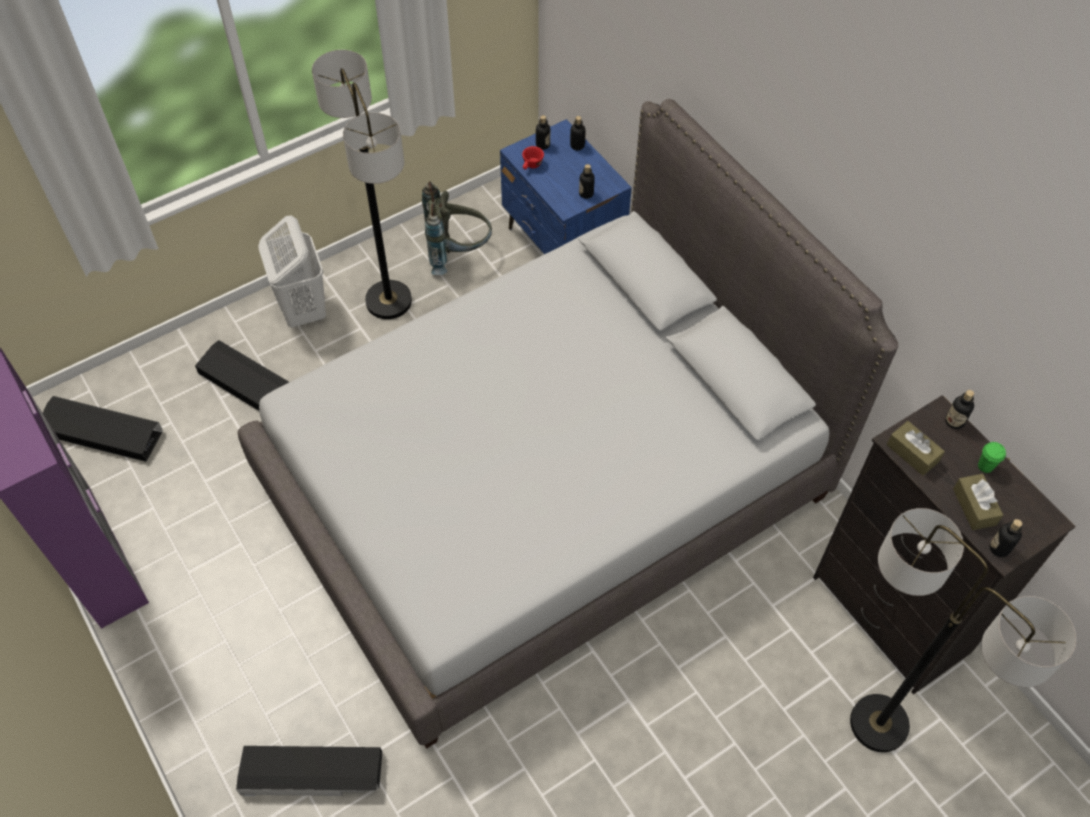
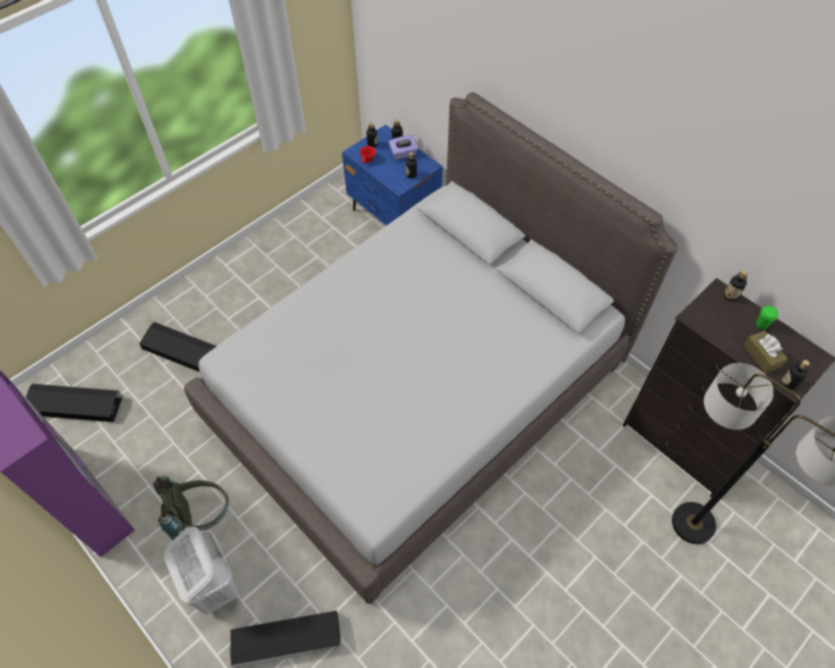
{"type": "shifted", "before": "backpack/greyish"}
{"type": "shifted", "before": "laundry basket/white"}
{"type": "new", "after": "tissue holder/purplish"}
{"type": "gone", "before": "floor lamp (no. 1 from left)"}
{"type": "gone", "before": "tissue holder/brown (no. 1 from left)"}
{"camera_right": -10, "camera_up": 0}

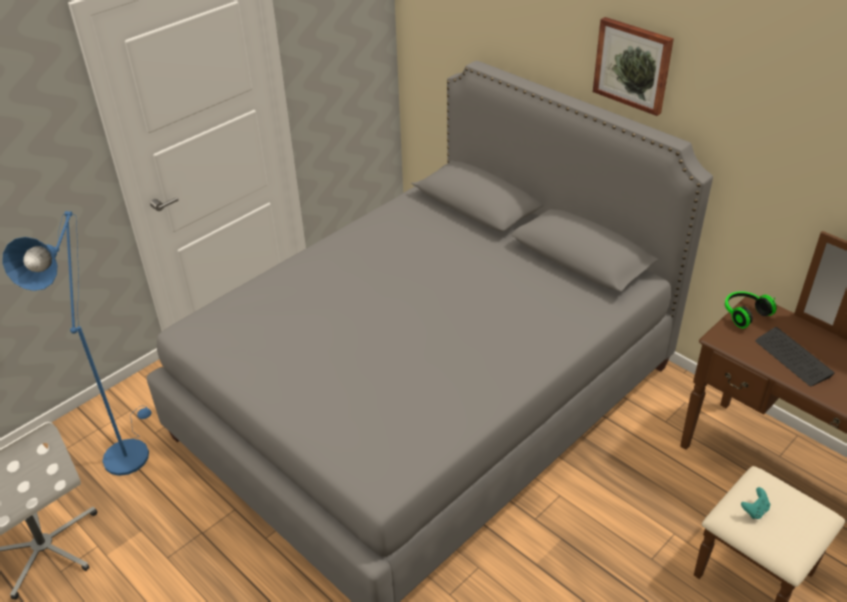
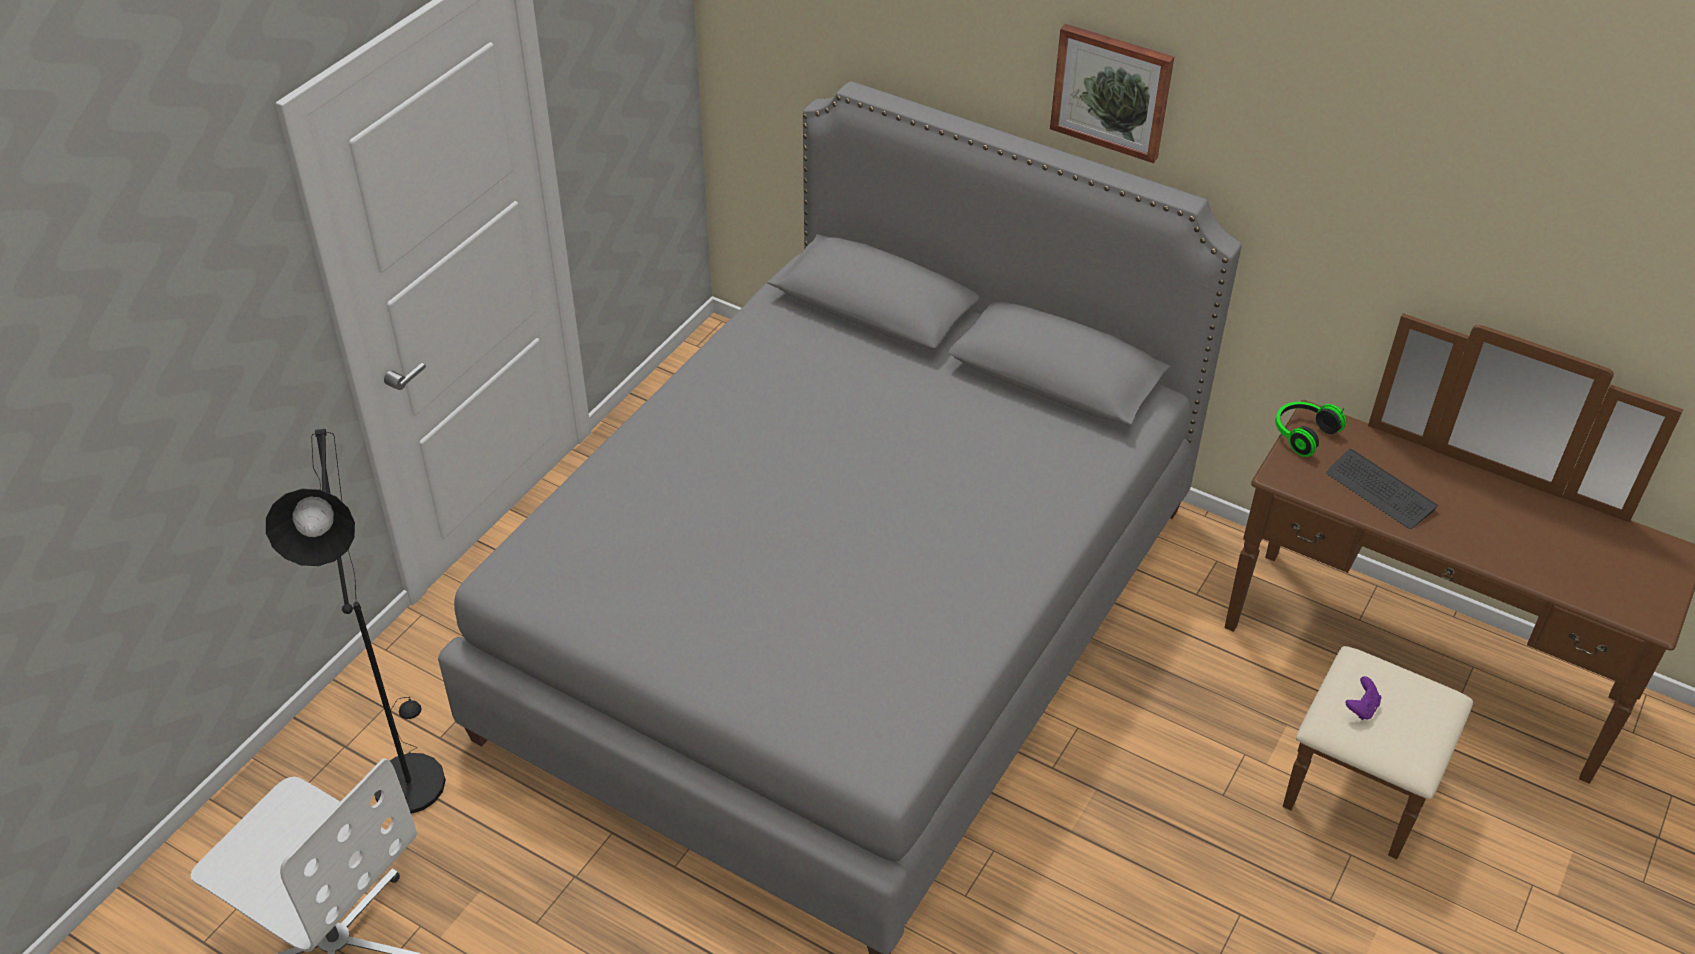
{"type": "repainted", "before": "floor lamp/bluish", "after": "floor lamp/blackish"}
{"type": "repainted", "before": "game controller/turquoise", "after": "game controller/purplish"}
{"camera_right": -15, "camera_up": 5}

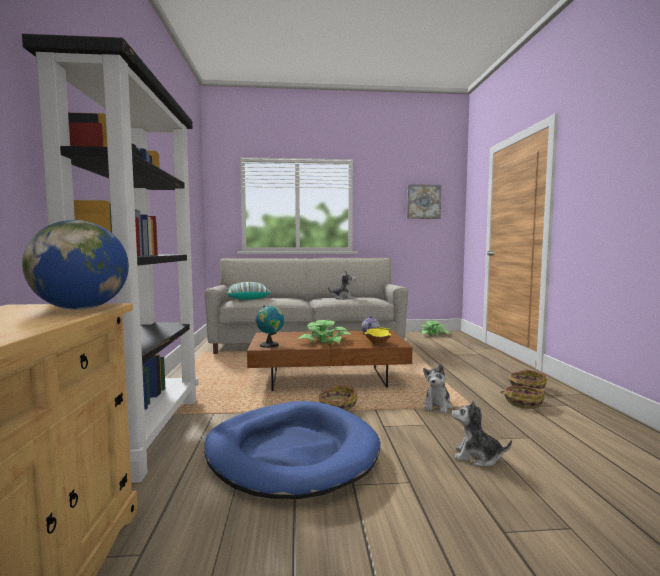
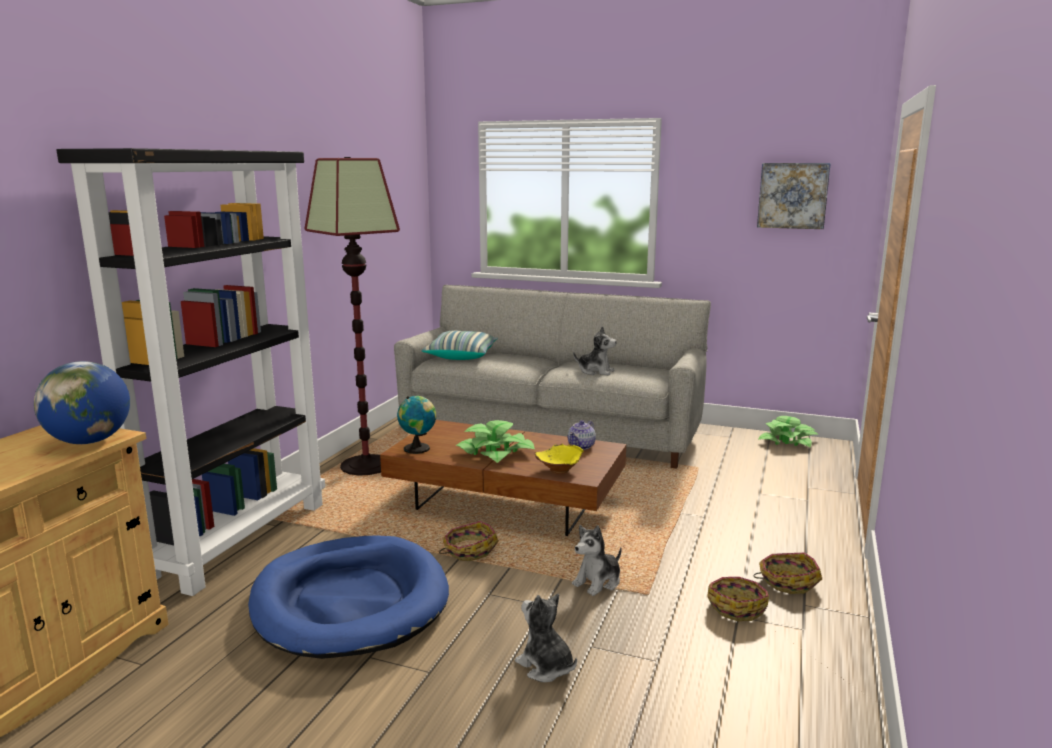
{"type": "new", "after": "floor lamp"}
{"camera_right": 25, "camera_up": 10}

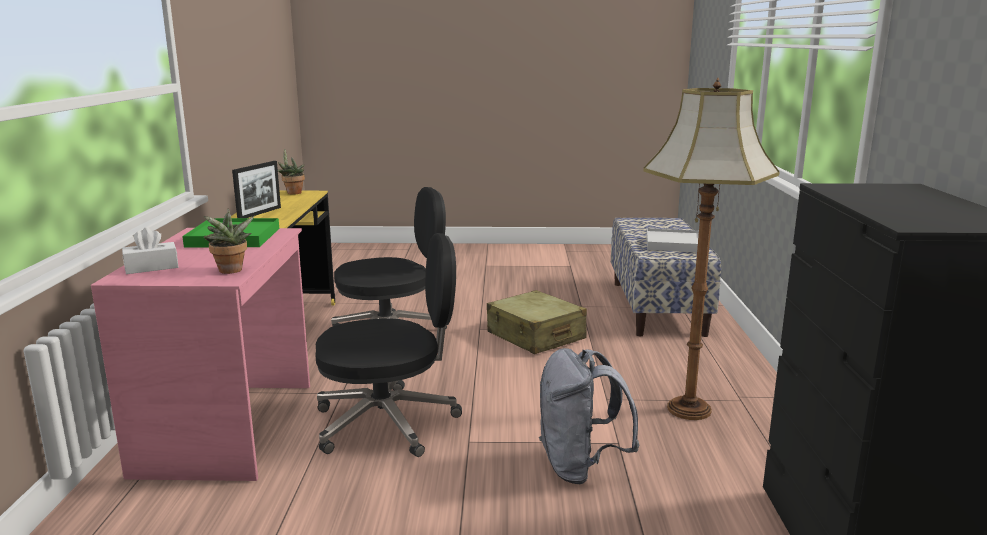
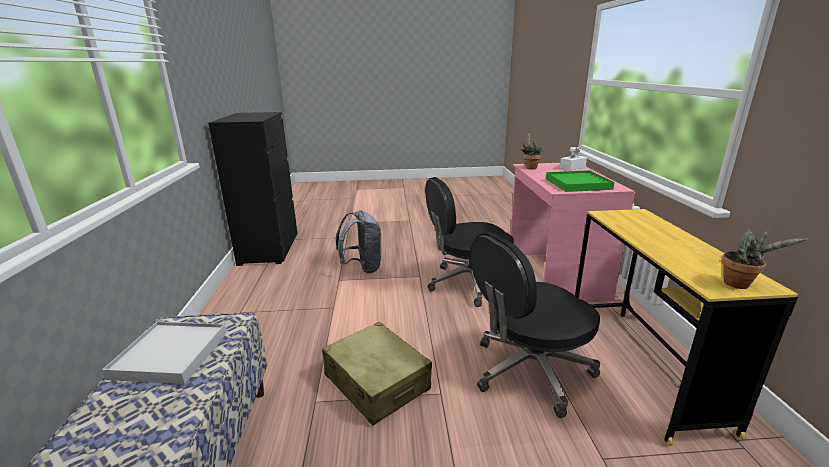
{"type": "gone", "before": "photo frame"}
{"type": "gone", "before": "floor lamp"}
{"camera_right": 175, "camera_up": 5}

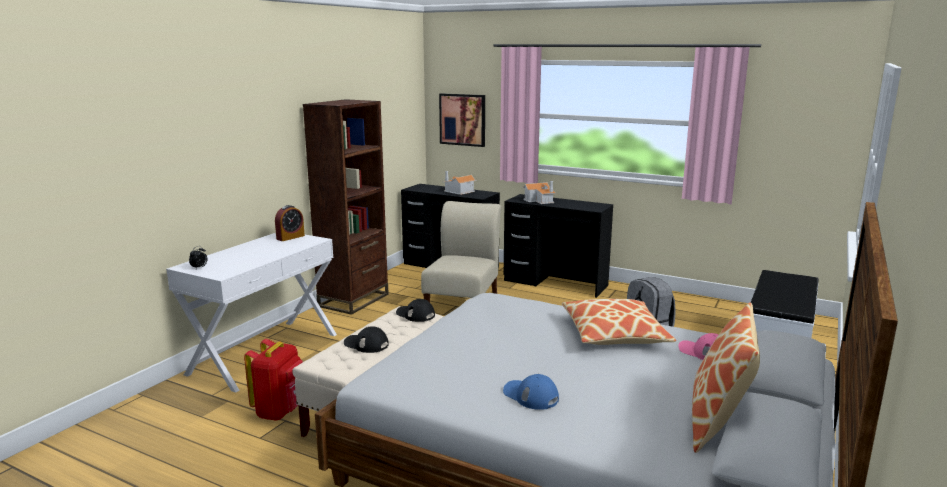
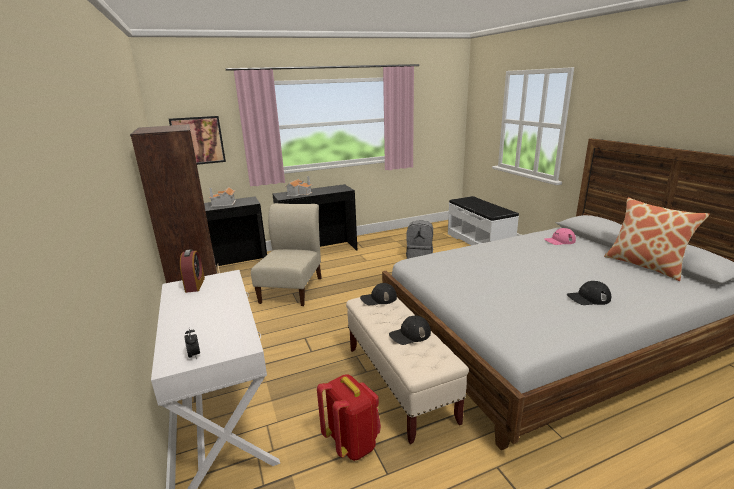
{"type": "rotated", "before": "chair/sand-coloured", "turn": 45}
{"type": "repainted", "before": "peaked cap/bluish", "after": "peaked cap/blackish (no. 3 from left)"}
{"type": "gone", "before": "pillow (no. 1 from left)"}
{"camera_right": -50, "camera_up": 5}

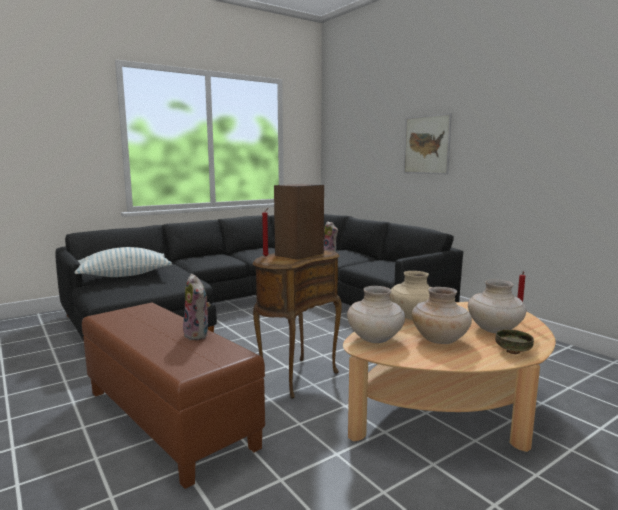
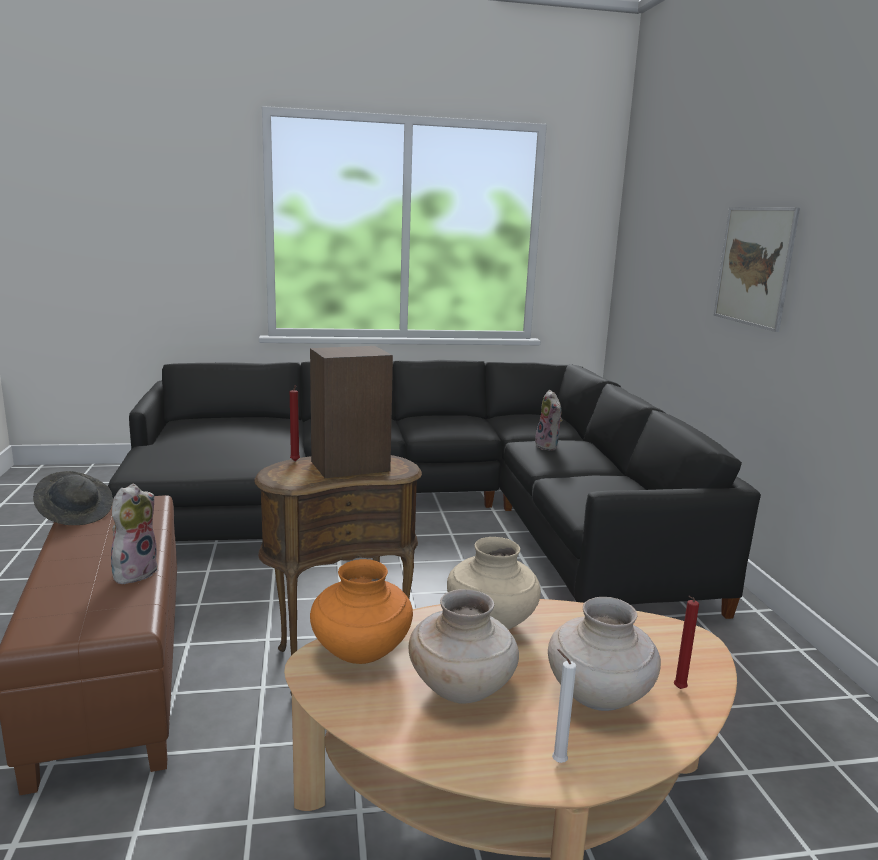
{"type": "new", "after": "hat/greyish"}
{"type": "rotated", "before": "soft toy (no. 1 from left)", "turn": -150}
{"type": "repainted", "before": "decorative vase/sand-coloured (no. 1 from left)", "after": "decorative vase/orange-coloured"}
{"type": "swapped", "before": "serving bowl", "after": "wax light/white"}
{"type": "gone", "before": "pillow"}
{"camera_right": 25, "camera_up": 5}

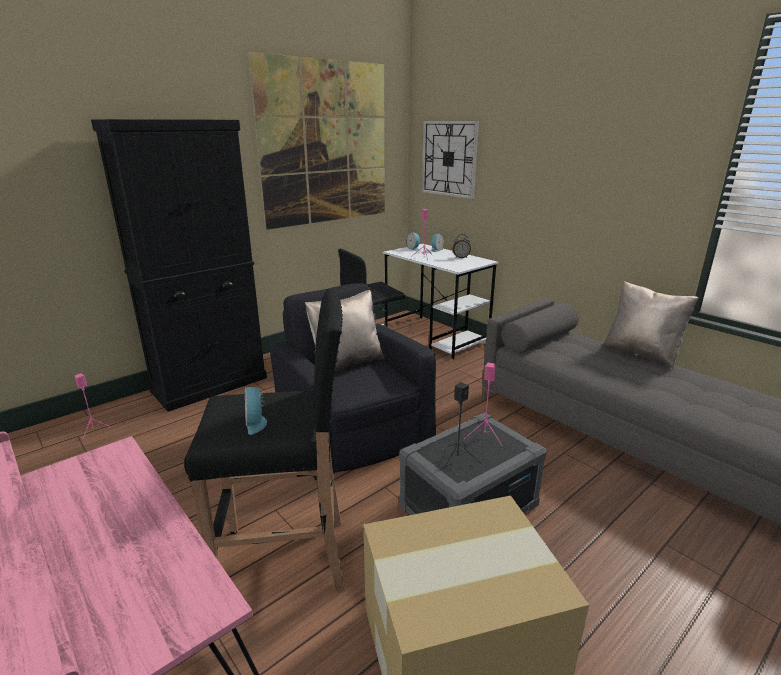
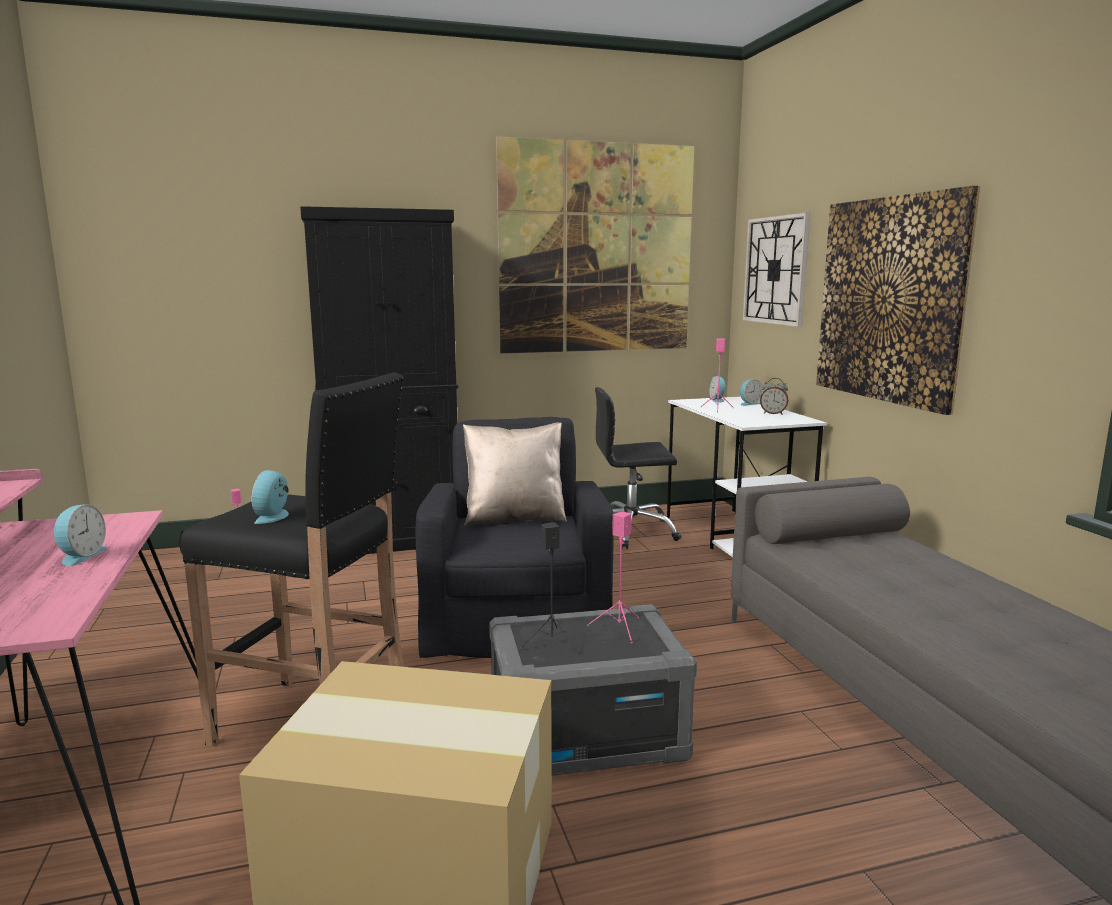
{"type": "new", "after": "bedside clock (no. 1 from left)"}
{"type": "new", "after": "picture (no. 2 from left)"}
{"type": "gone", "before": "pillow/sand-coloured (no. 2 from left)"}
{"camera_right": 25, "camera_up": -10}

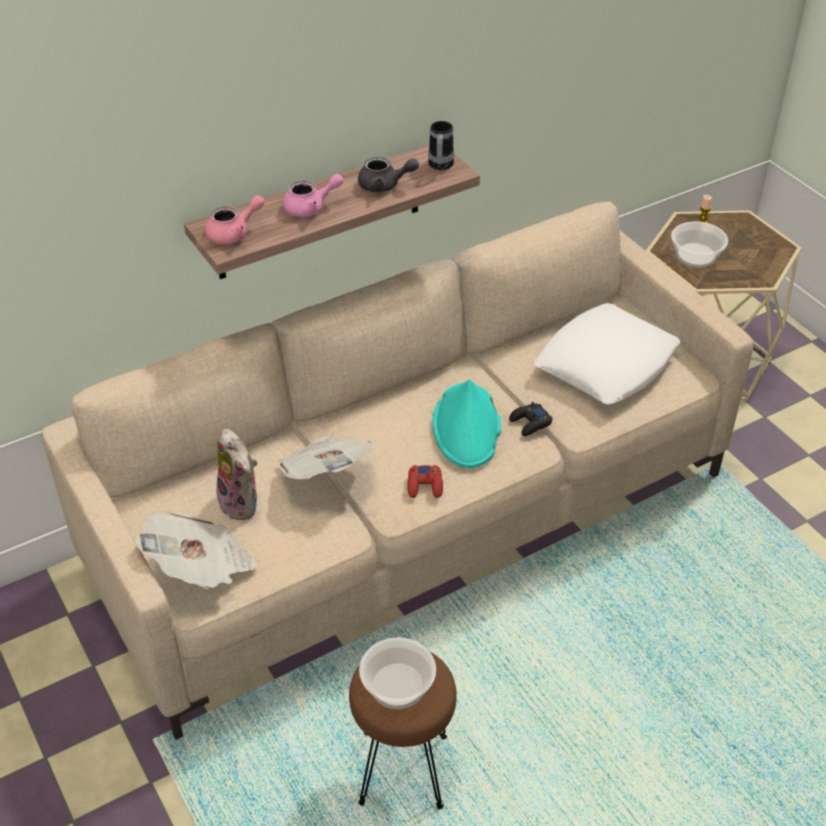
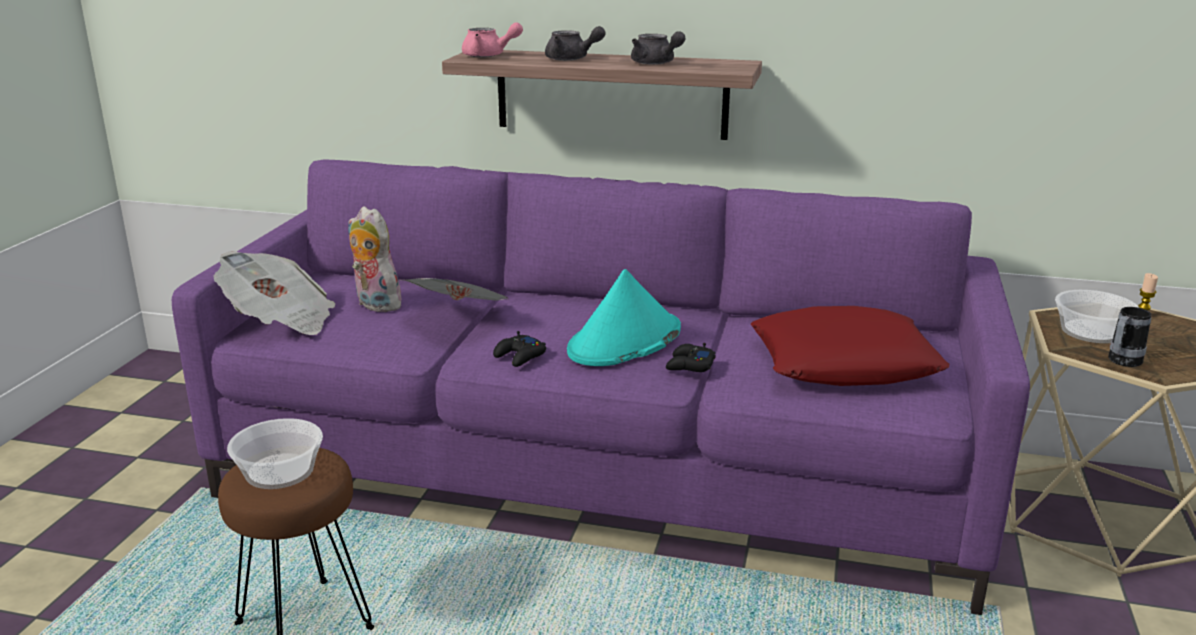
{"type": "repainted", "before": "settee/sand-coloured", "after": "settee/purplish"}
{"type": "rotated", "before": "soft toy", "turn": 120}
{"type": "repainted", "before": "game controller/reddish", "after": "game controller/blackish (no. 1 from left)"}
{"type": "repainted", "before": "tea pot/pink-coloured (no. 2 from left)", "after": "tea pot/greyish (no. 1 from left)"}
{"type": "repainted", "before": "pillow/white", "after": "pillow/reddish"}
{"type": "shifted", "before": "tea mug"}
{"camera_right": 45, "camera_up": -20}

